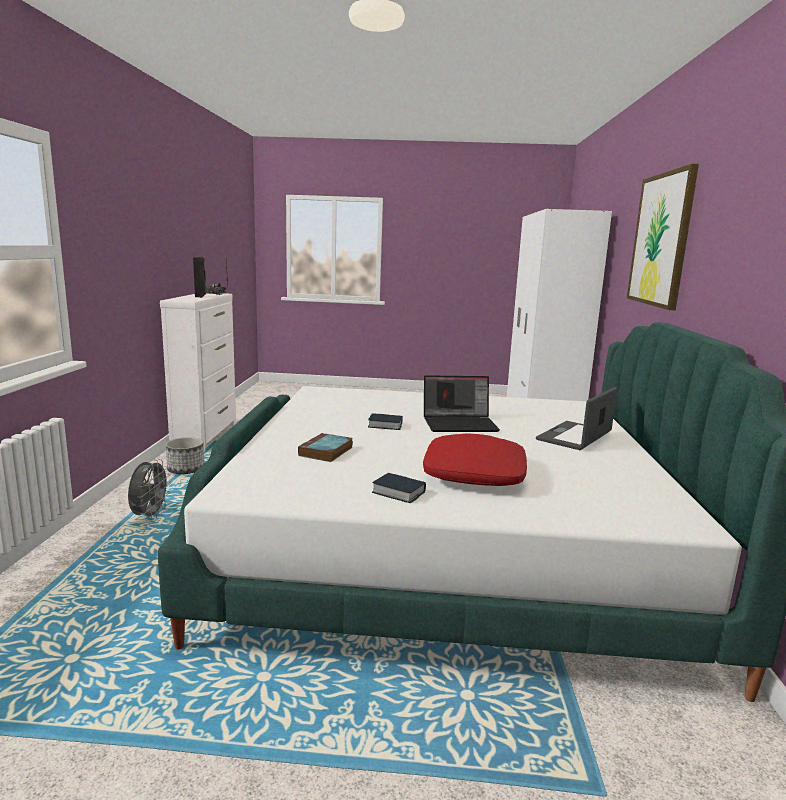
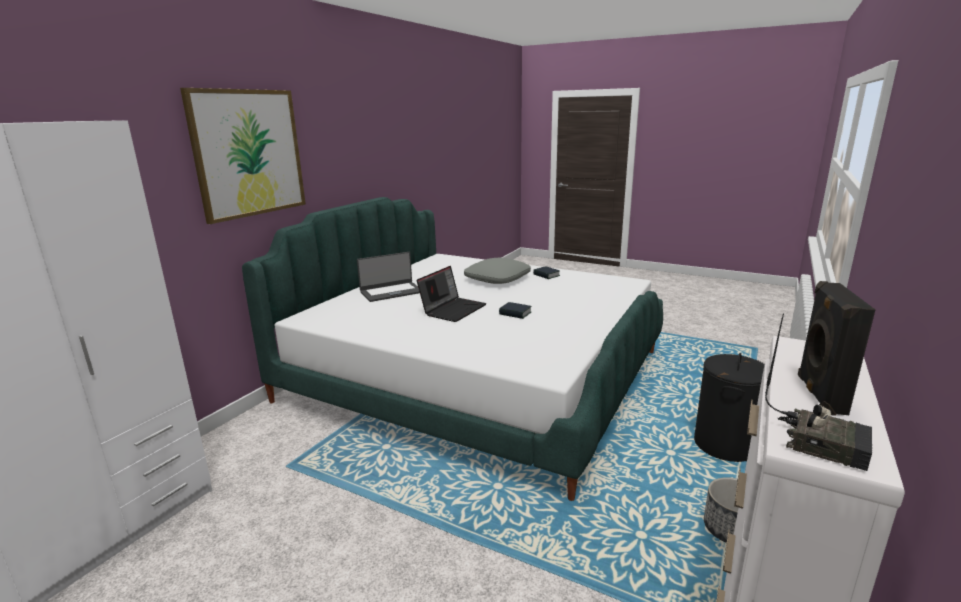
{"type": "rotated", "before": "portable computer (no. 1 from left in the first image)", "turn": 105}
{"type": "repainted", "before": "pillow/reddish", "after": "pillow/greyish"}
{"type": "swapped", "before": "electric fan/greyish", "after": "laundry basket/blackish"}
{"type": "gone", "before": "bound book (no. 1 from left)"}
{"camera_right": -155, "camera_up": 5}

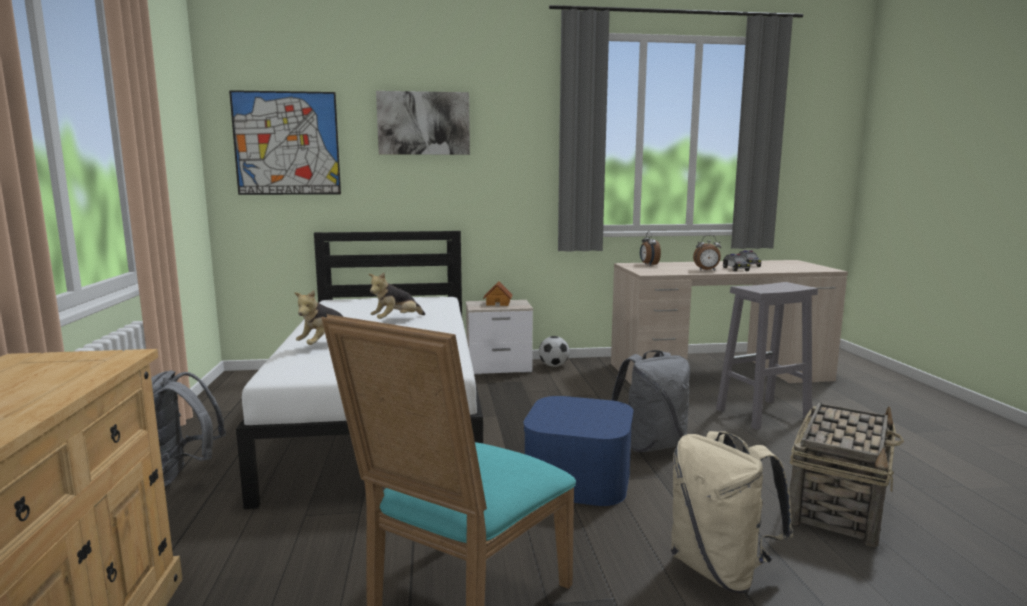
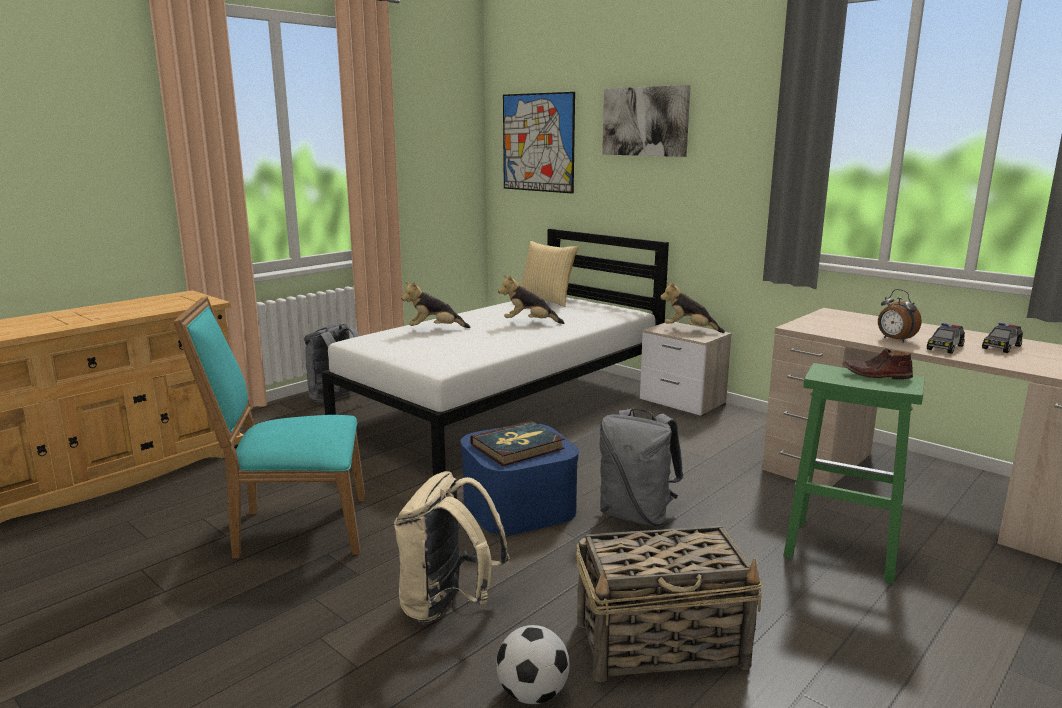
{"type": "new", "after": "bound book"}
{"type": "shifted", "before": "football"}
{"type": "new", "after": "pillow"}
{"type": "swapped", "before": "miniature house", "after": "soft toy (no. 3 from left)"}
{"type": "repainted", "before": "stool/greyish", "after": "stool/greenish"}
{"type": "new", "after": "item of footwear/brown"}
{"type": "gone", "before": "bedside clock (no. 1 from left)"}
{"camera_right": 50, "camera_up": 5}

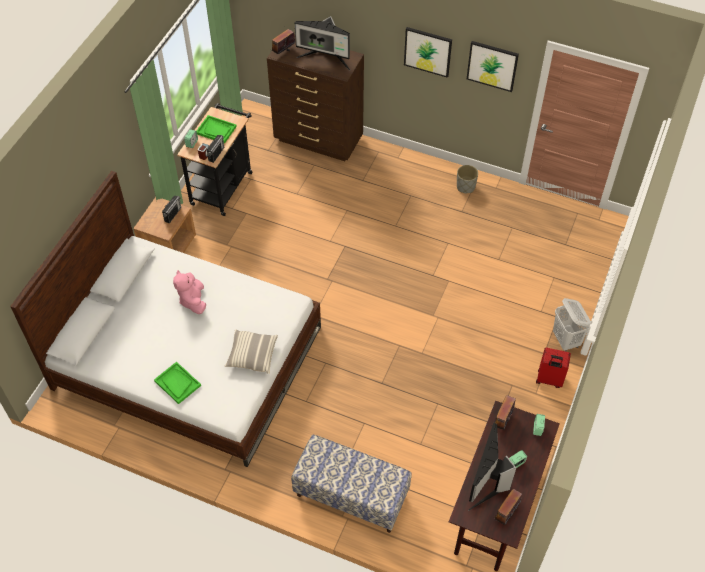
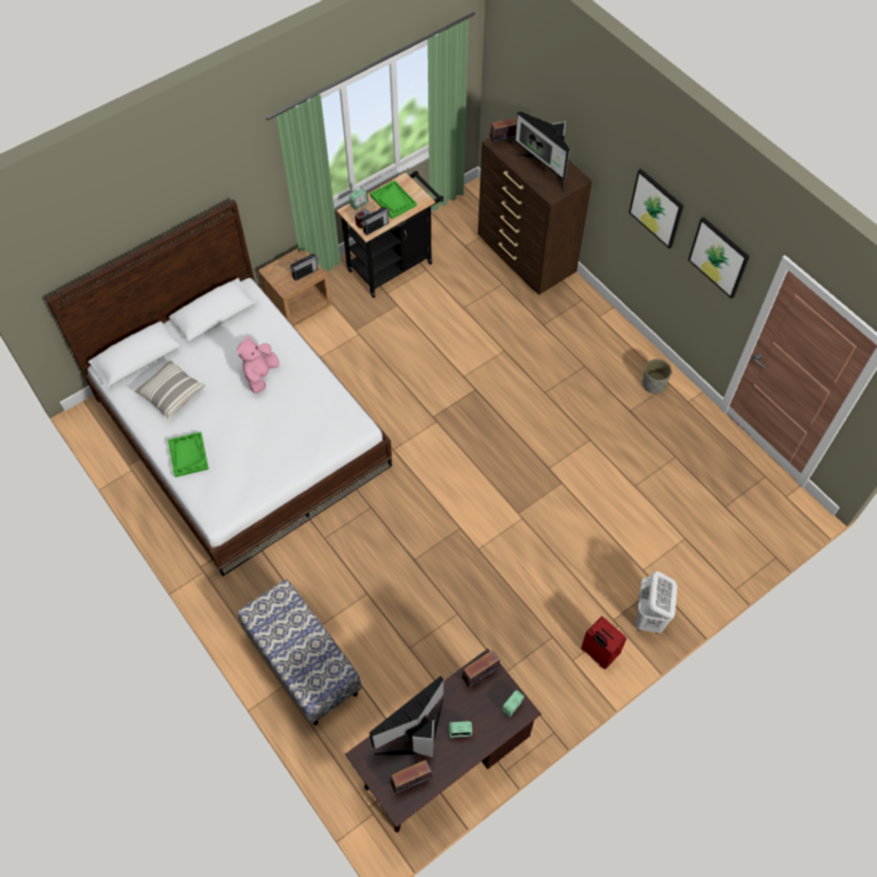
{"type": "shifted", "before": "pillow"}
{"camera_right": 30, "camera_up": 5}

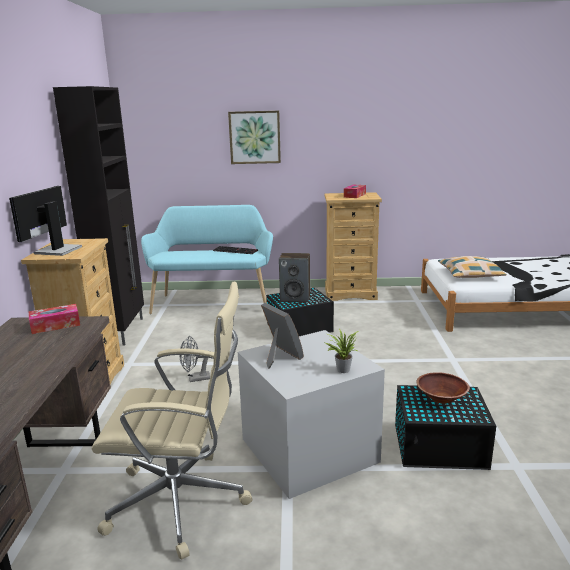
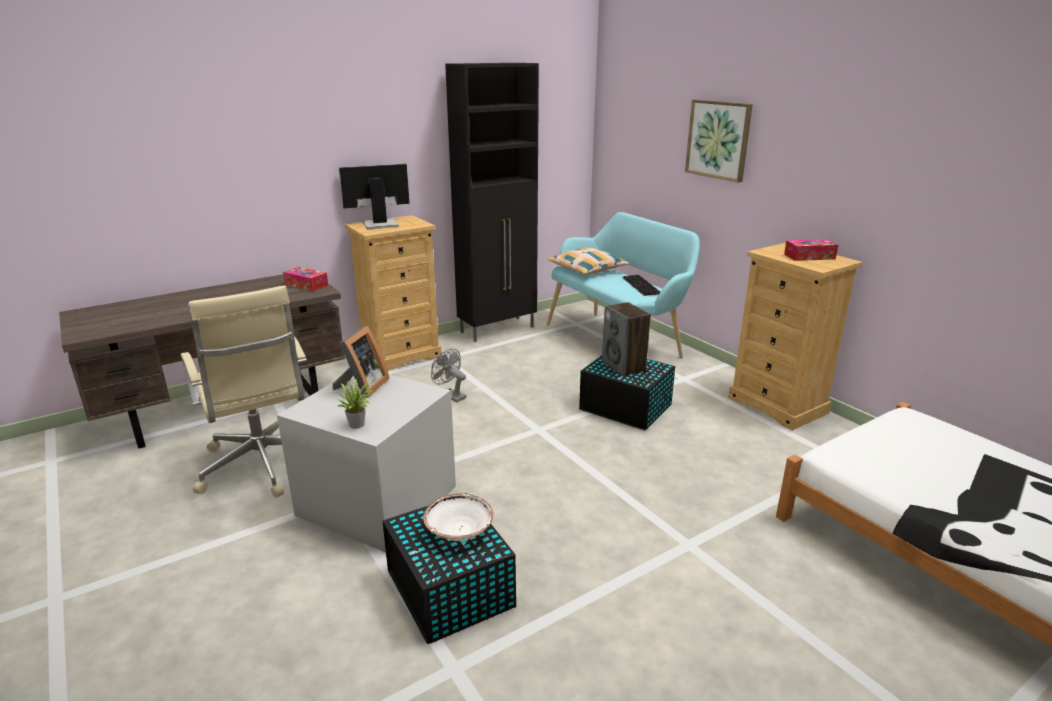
{"type": "repainted", "before": "serving bowl/brown", "after": "serving bowl/white"}
{"type": "shifted", "before": "pillow"}
{"camera_right": 55, "camera_up": 5}

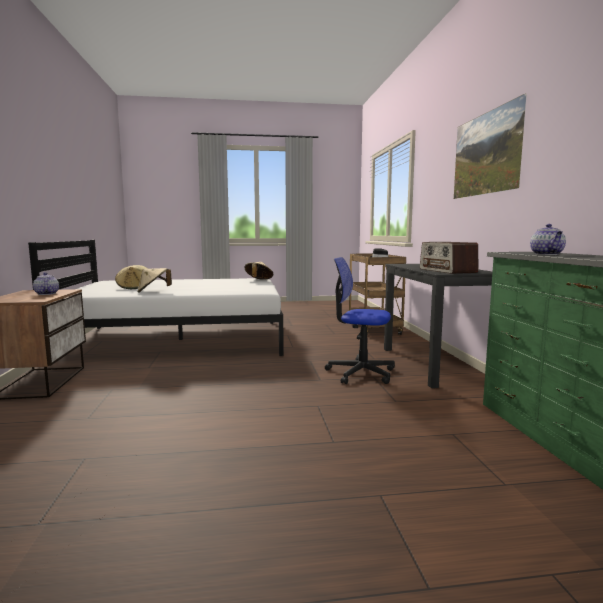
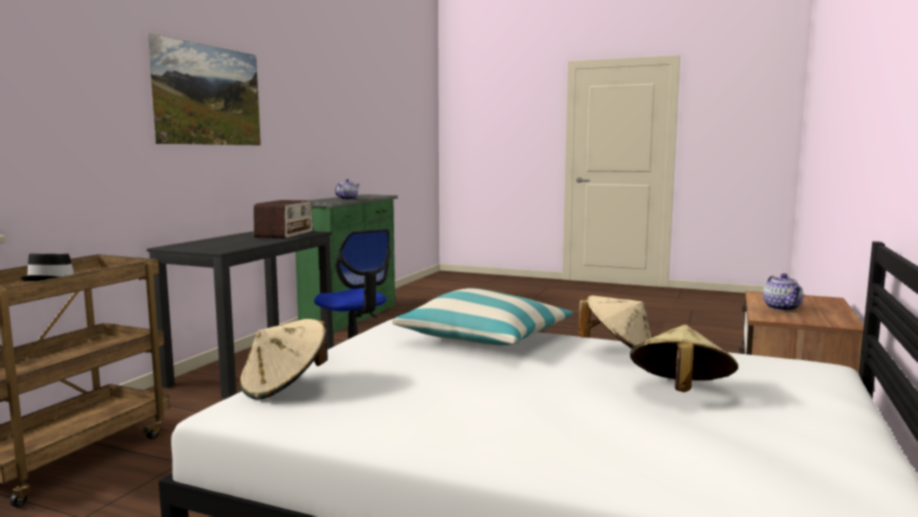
{"type": "new", "after": "pillow"}
{"camera_right": -150, "camera_up": 0}

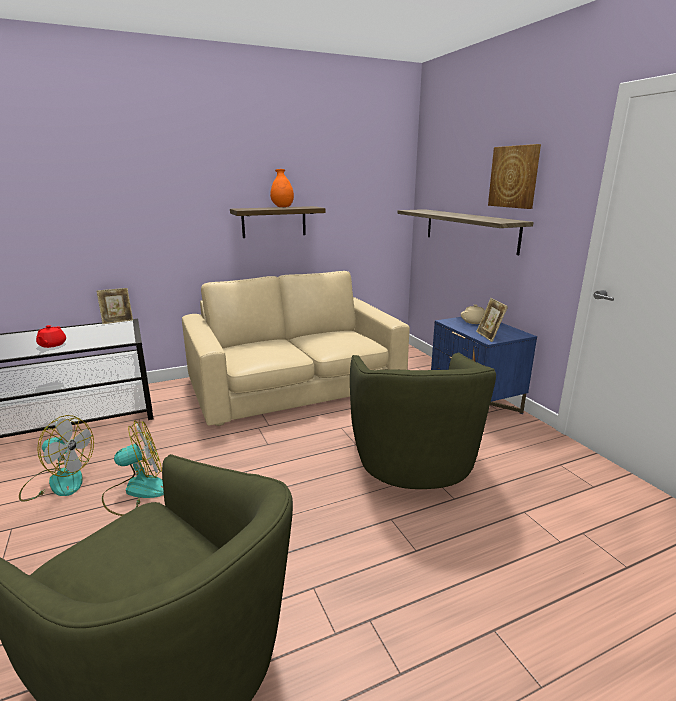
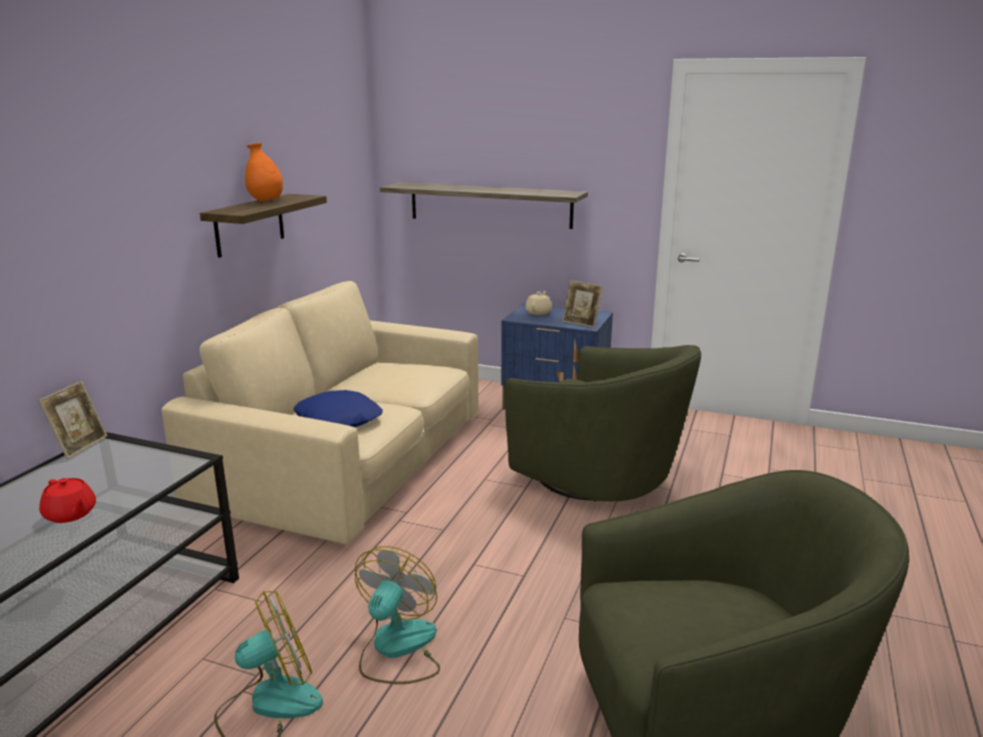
{"type": "new", "after": "pillow/bluish"}
{"type": "gone", "before": "picture"}
{"camera_right": -45, "camera_up": 0}

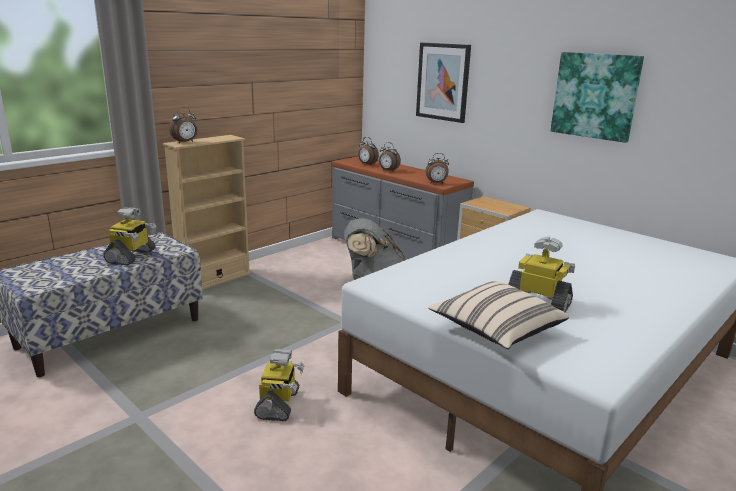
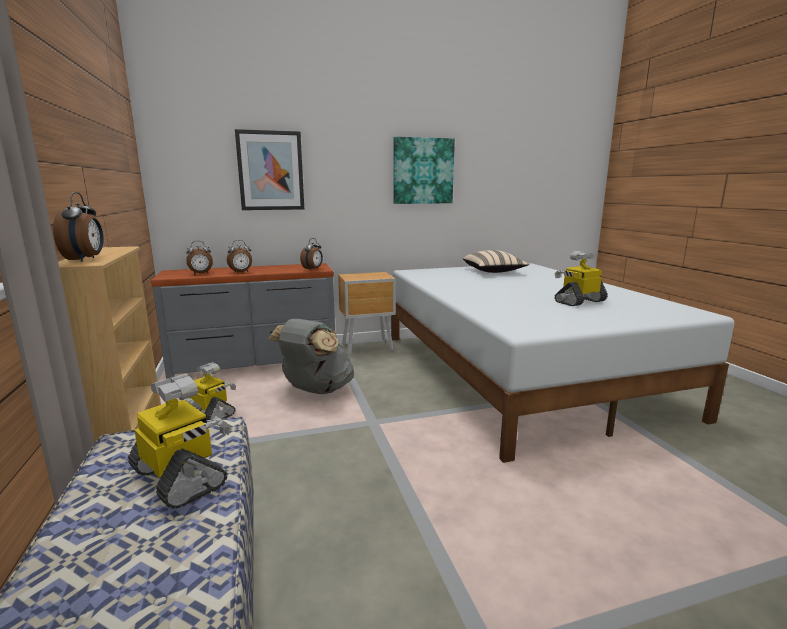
{"type": "shifted", "before": "toy robot (no. 2 from left)"}
{"type": "shifted", "before": "pillow/sand-coloured"}
{"camera_right": -60, "camera_up": -5}

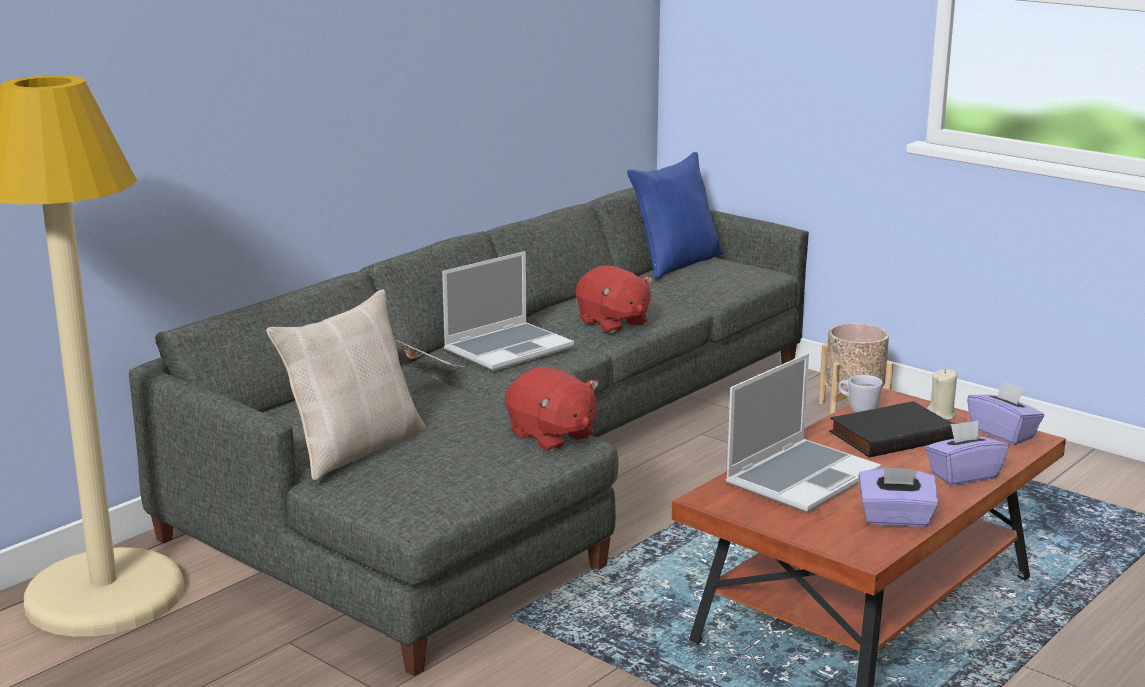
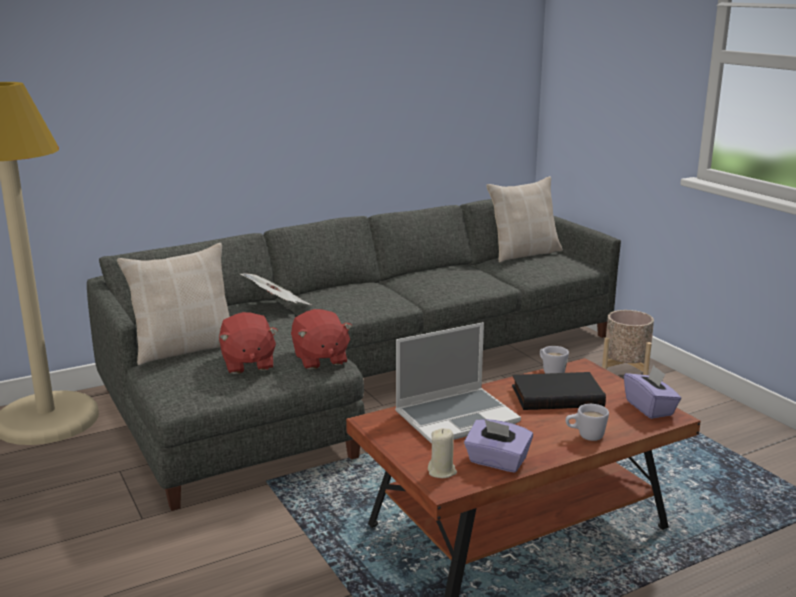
{"type": "shifted", "before": "soft toy/reddish (no. 2 from left in the first image)", "after": "soft toy/reddish (no. 1 from left)"}
{"type": "shifted", "before": "wax light/sand-coloured"}
{"type": "repainted", "before": "pillow/bluish", "after": "pillow/sand-coloured (no. 2 from left)"}
{"type": "swapped", "before": "tissue holder/purplish (no. 2 from left)", "after": "tea mug/white (no. 2 from left)"}
{"type": "gone", "before": "portable computer (no. 1 from left)"}
{"camera_right": 20, "camera_up": 0}

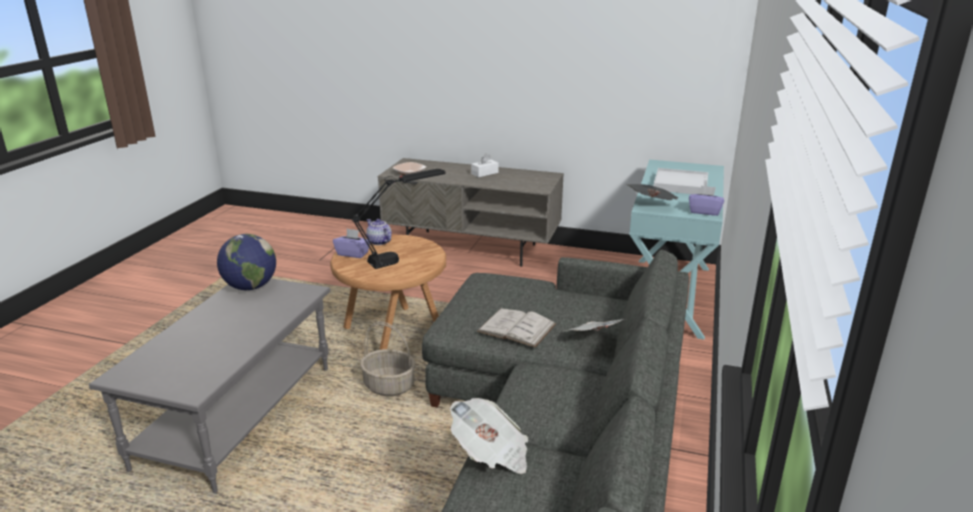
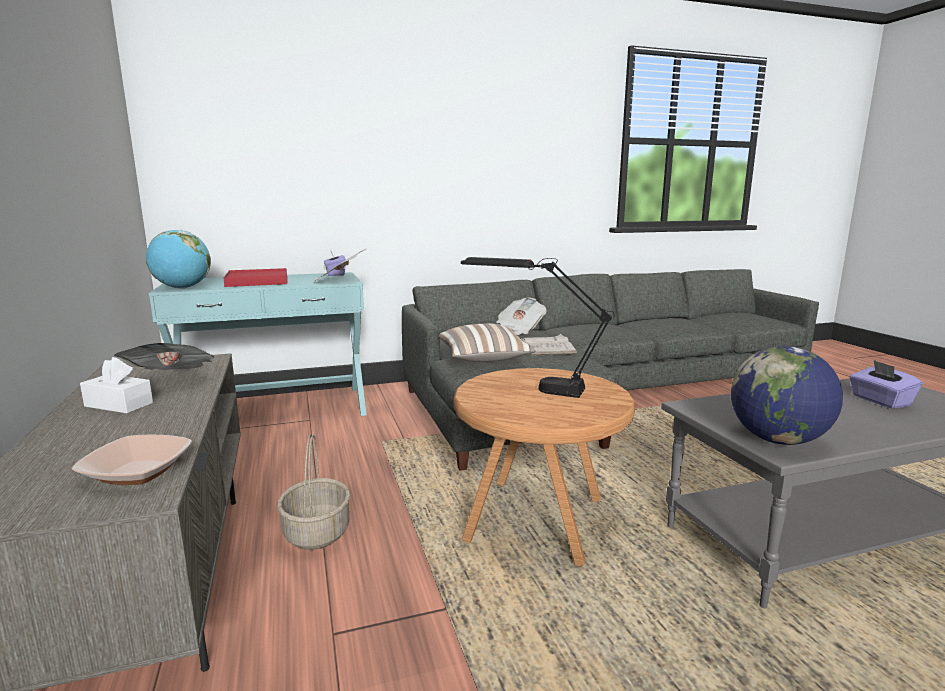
{"type": "shifted", "before": "newspaper (no. 1 from left)"}
{"type": "new", "after": "globe (no. 1 from left)"}
{"type": "repainted", "before": "tray/white", "after": "tray/reddish"}
{"type": "shifted", "before": "basket"}
{"type": "new", "after": "pillow"}
{"type": "shifted", "before": "tissue holder/purplish (no. 1 from left in the first image)", "after": "tissue holder/purplish (no. 2 from left)"}
{"type": "gone", "before": "tea pot"}
{"camera_right": -125, "camera_up": -10}

